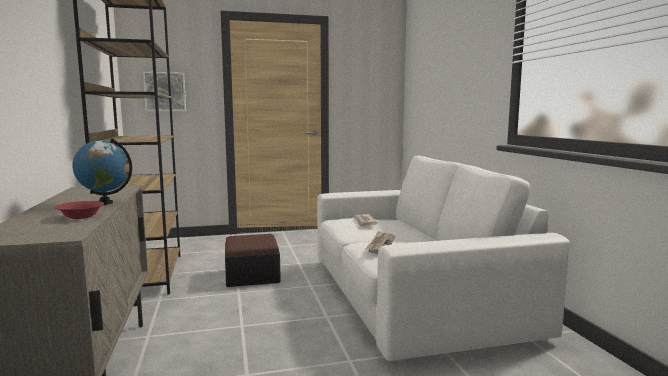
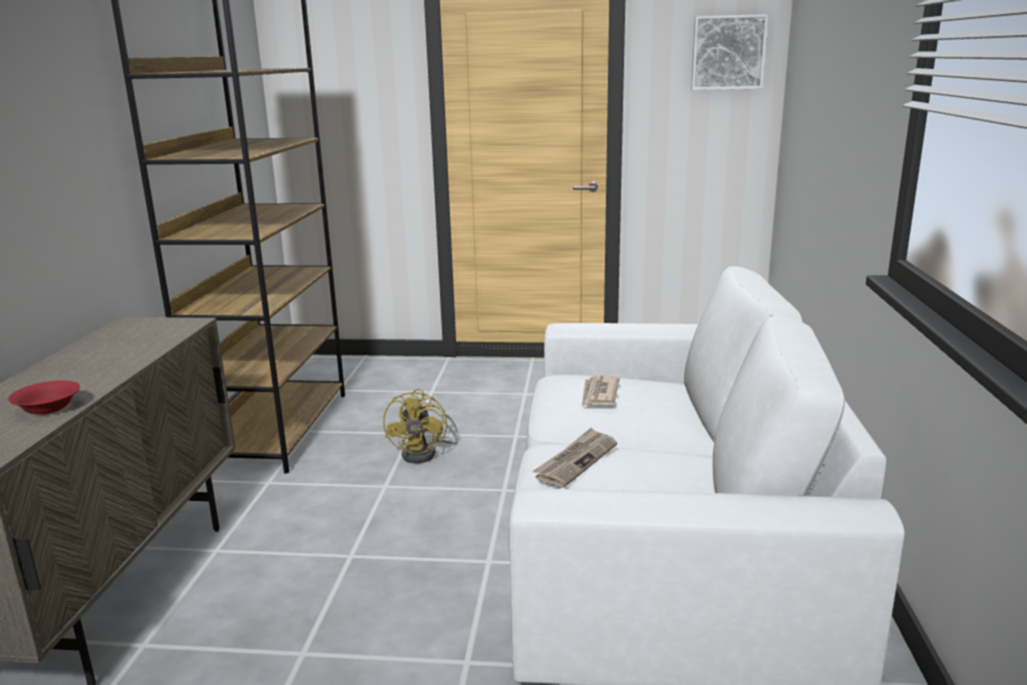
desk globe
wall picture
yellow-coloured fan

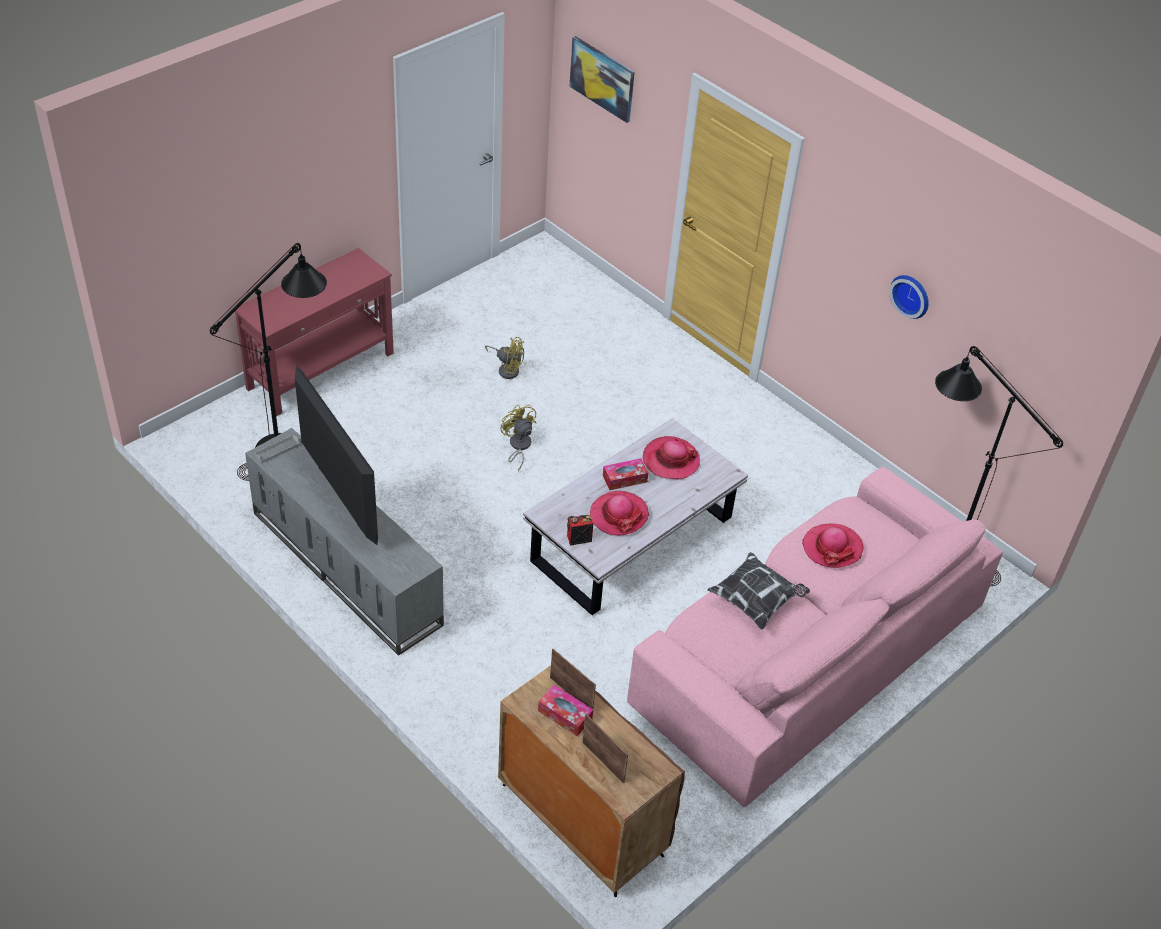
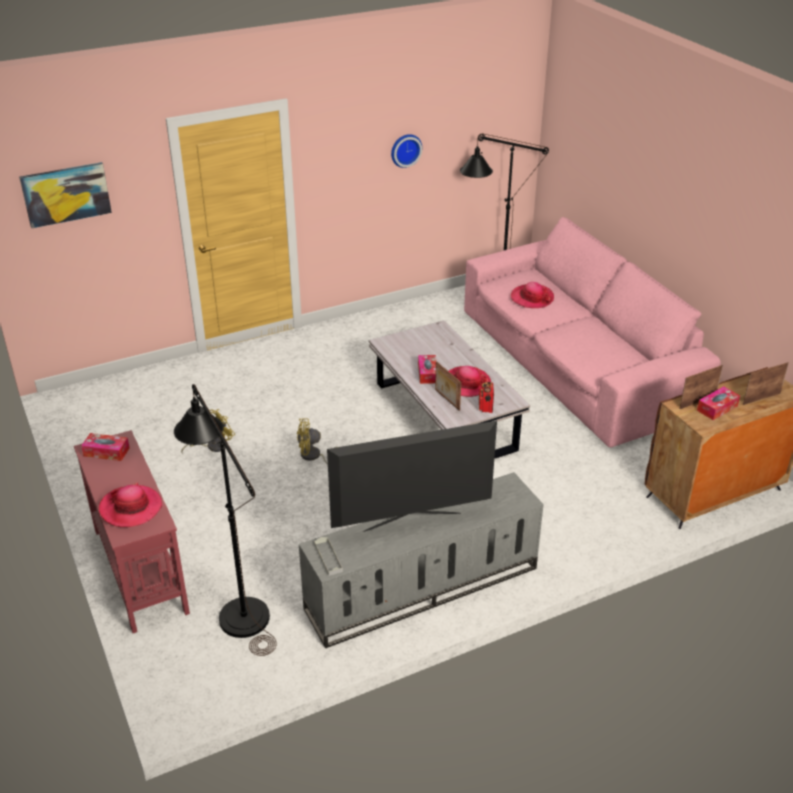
cushion
tissue holder (no. 1 from left)
picture frame (no. 1 from left)
clothing hat (no. 1 from left)

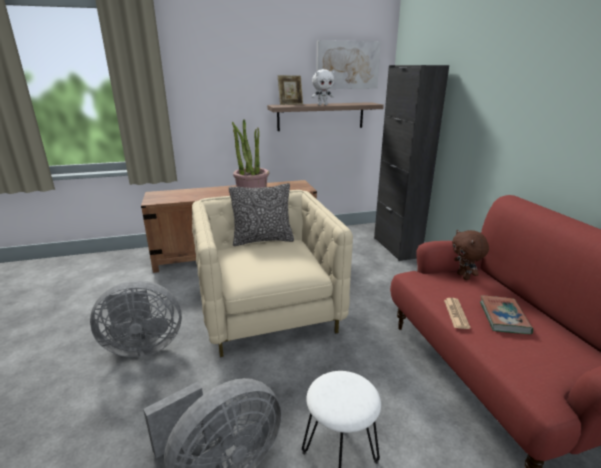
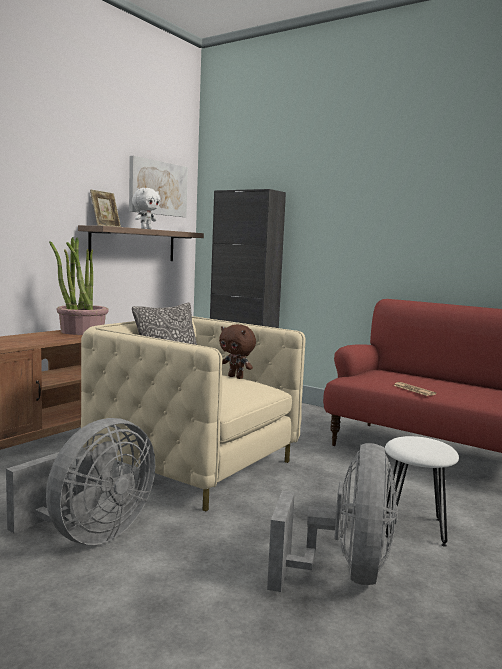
bound book
brownish cuddly toy

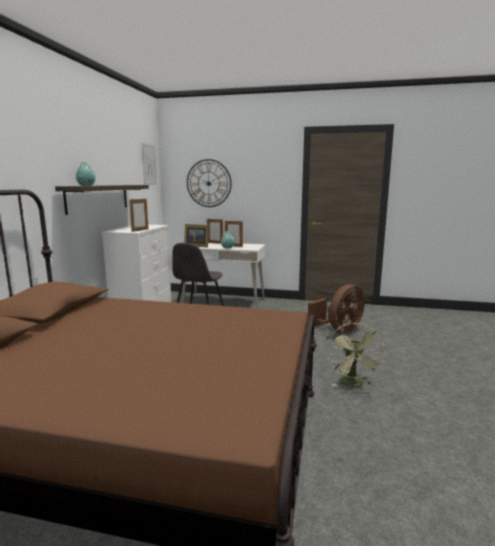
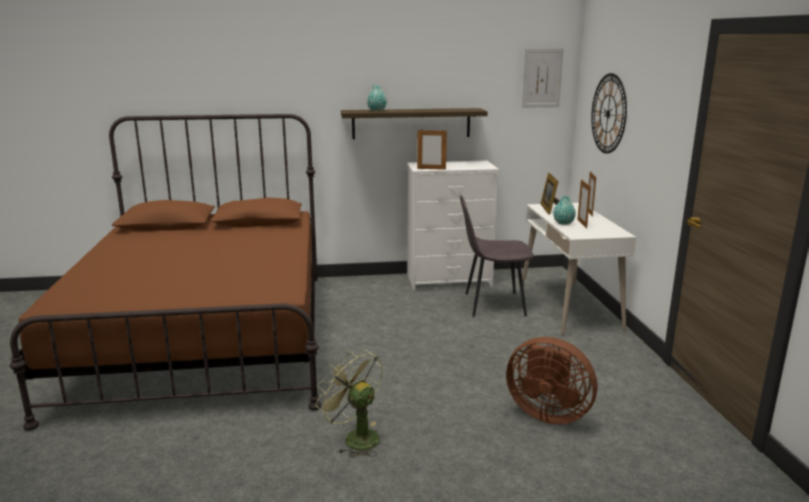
green fan

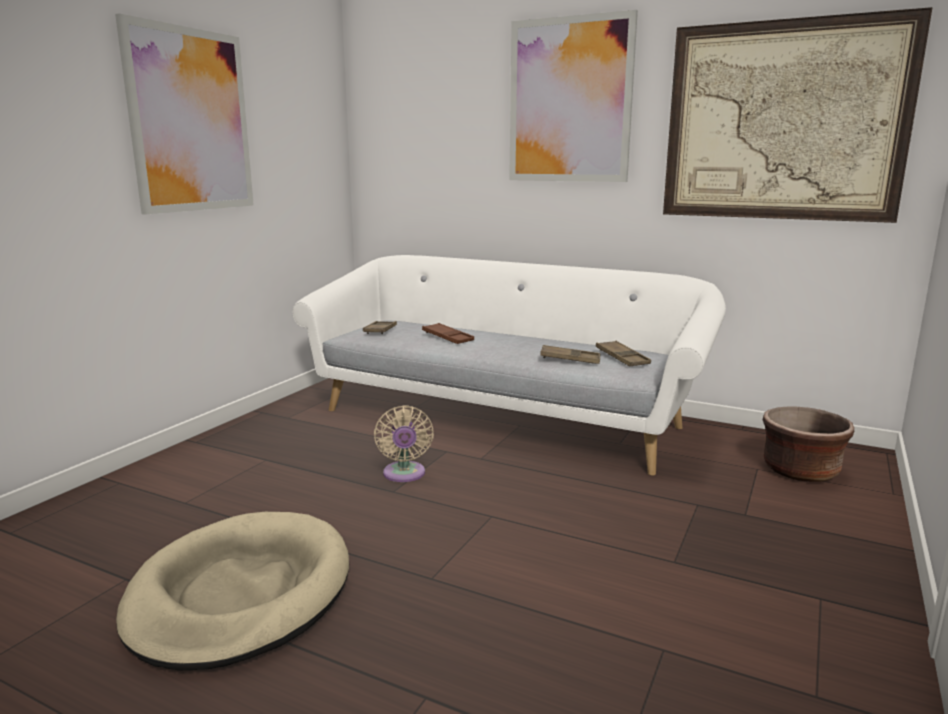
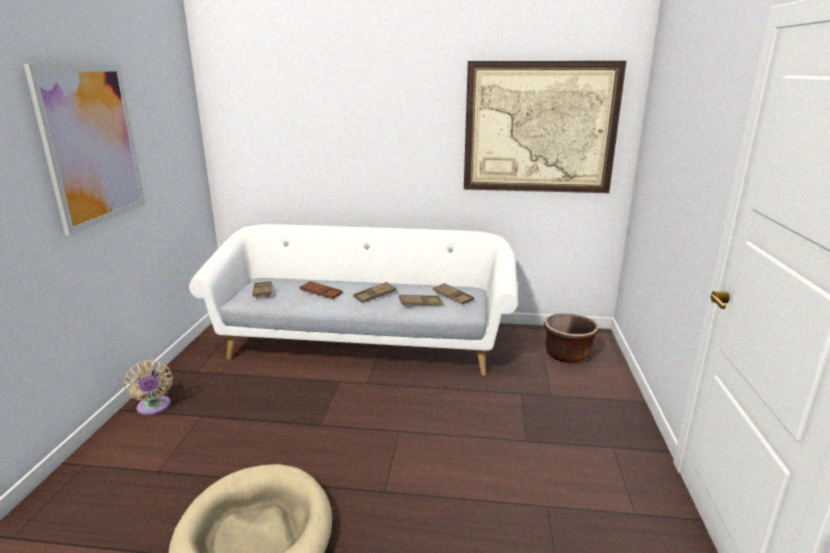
wall picture (no. 2 from left in the first image)
brownish carrying tray (no. 3 from left)
beige-coloured fan

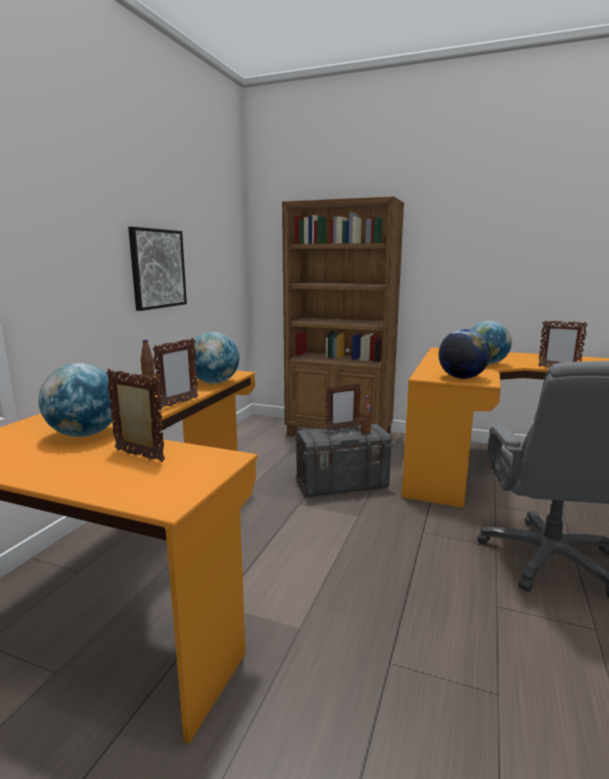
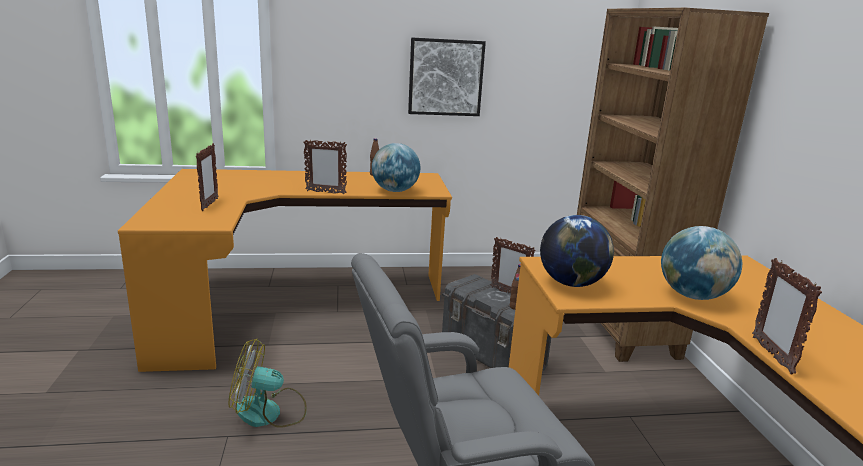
desk globe (no. 1 from left in the first image)
fan

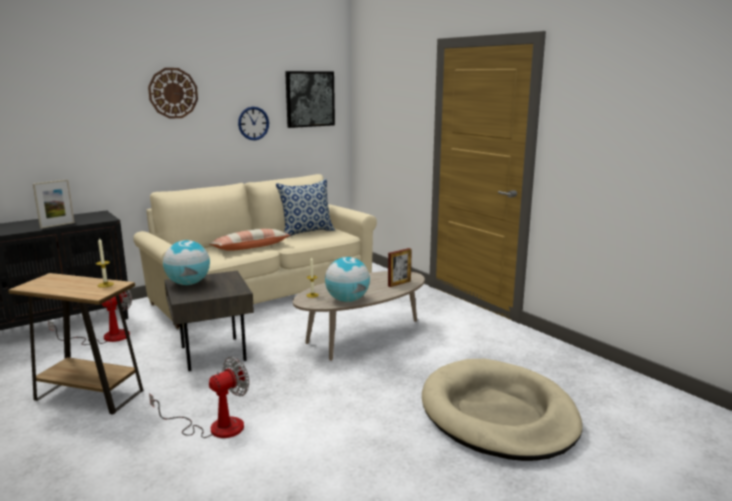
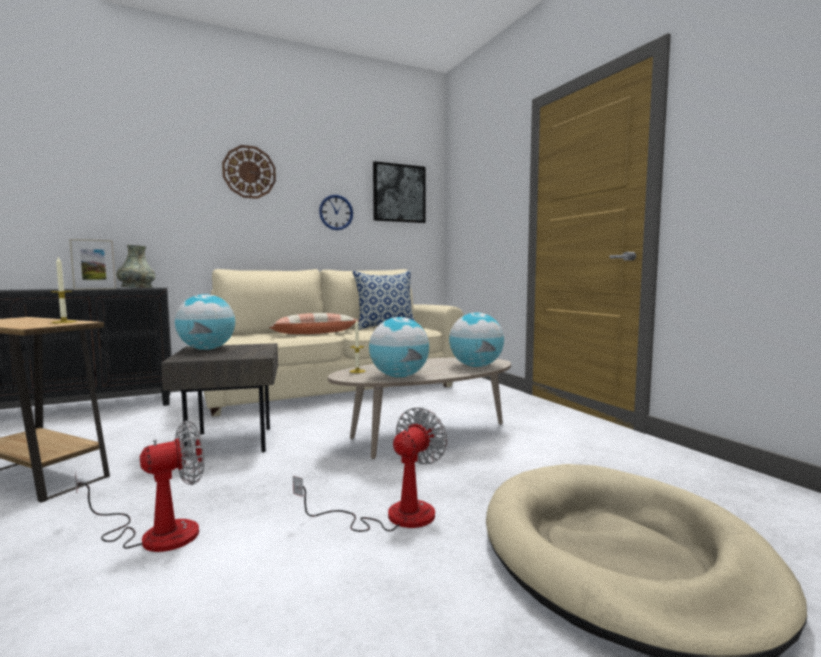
greyish vase
fan (no. 2 from left)
desk globe (no. 3 from left)

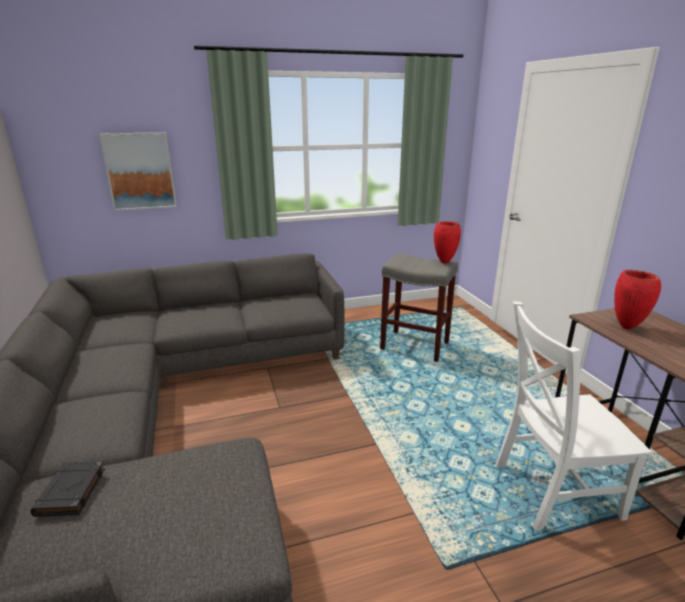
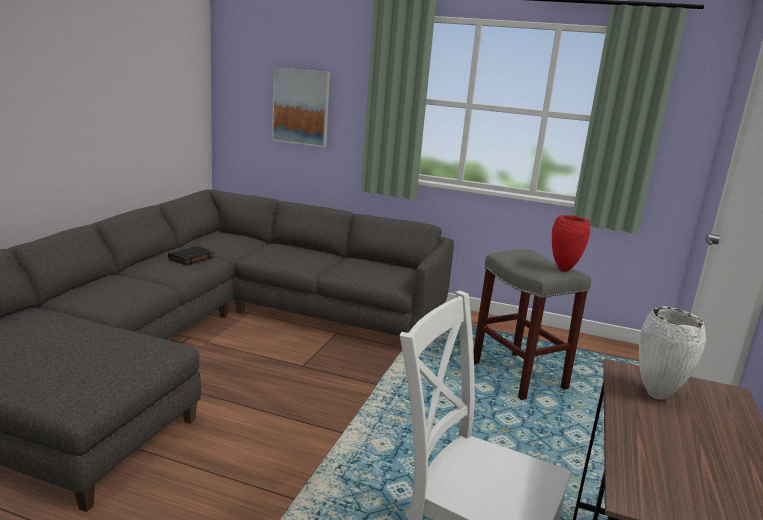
blackish bound book
white-coloured vase

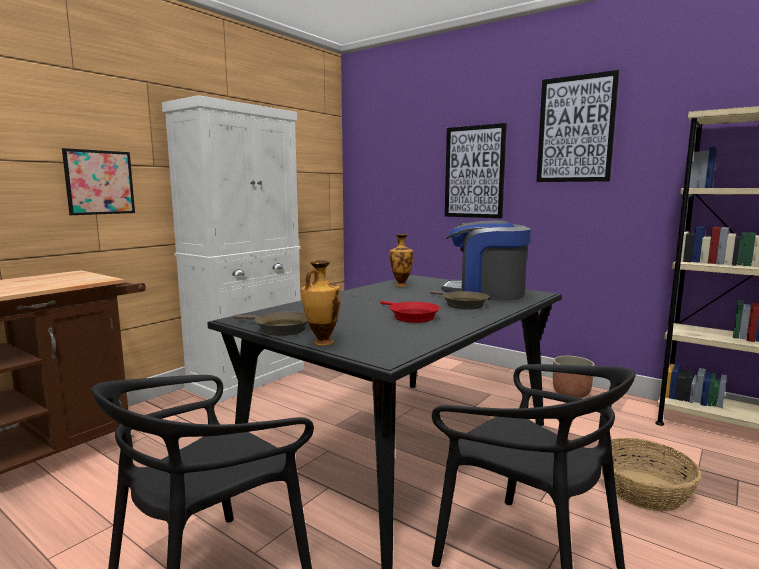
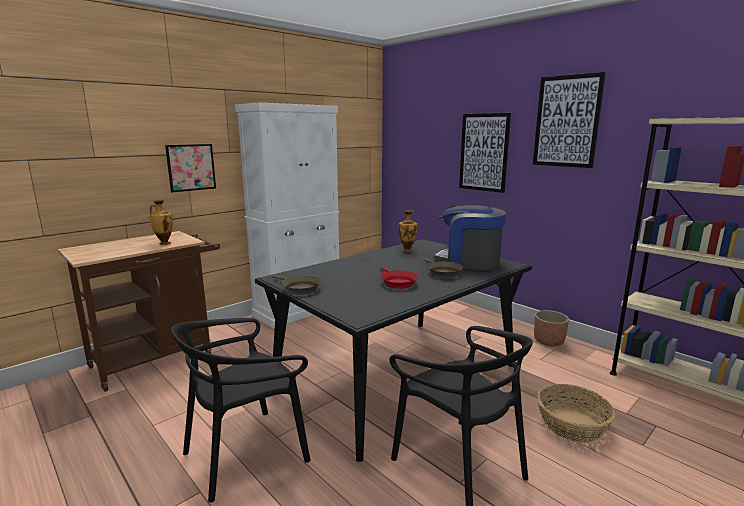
vase (no. 1 from left)

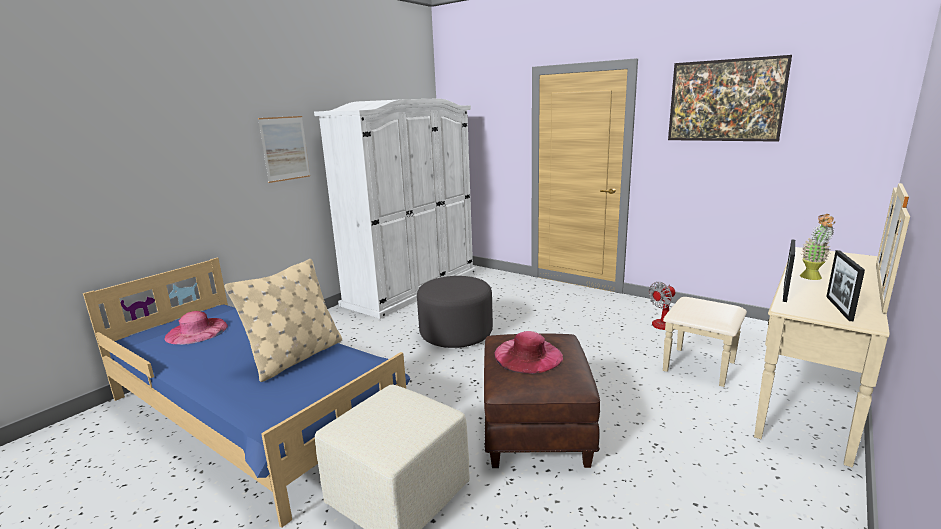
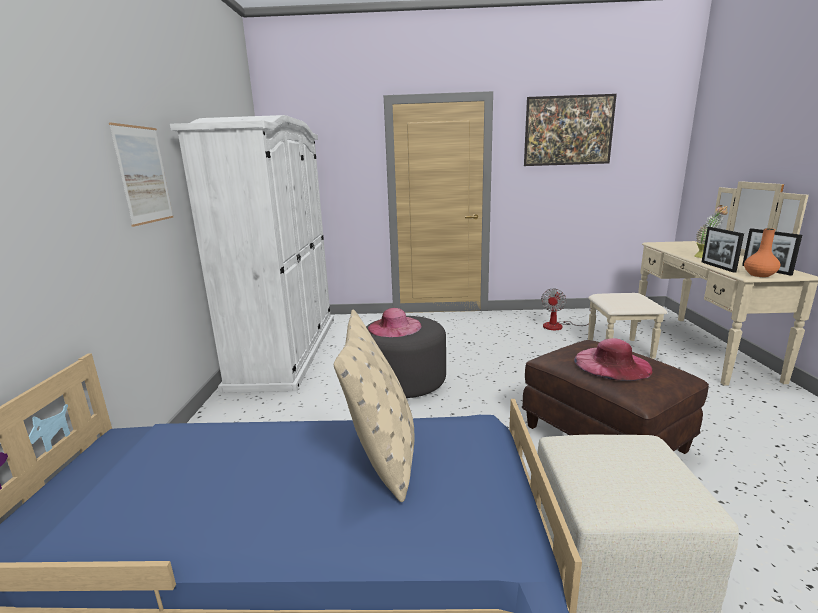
orange-coloured vase
pink clothing hat (no. 1 from left)

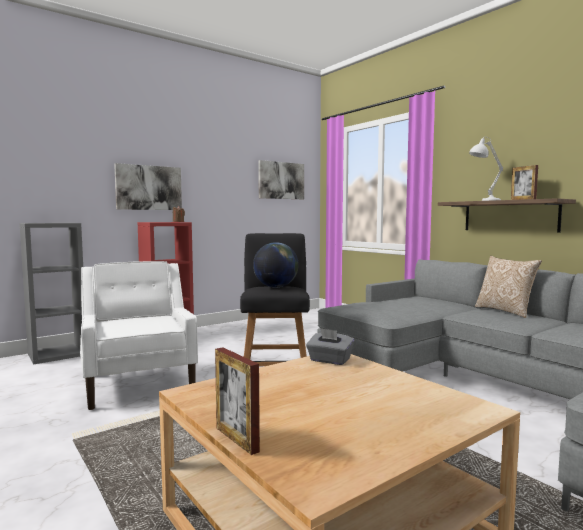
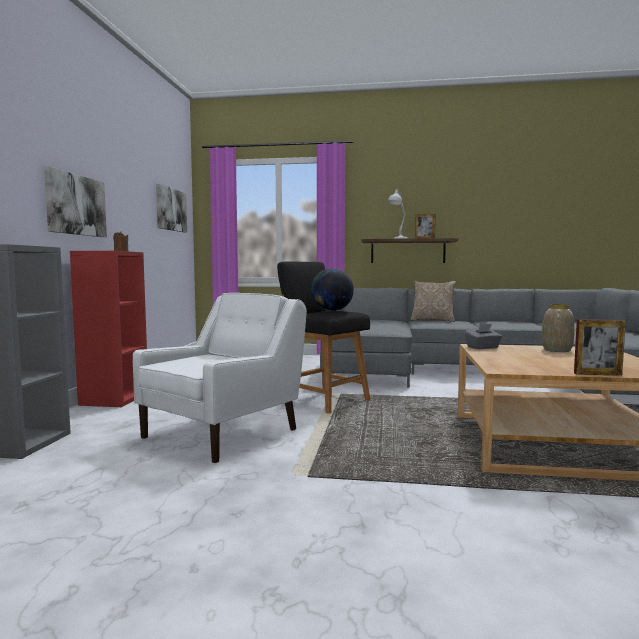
vase
white-coloured armchair

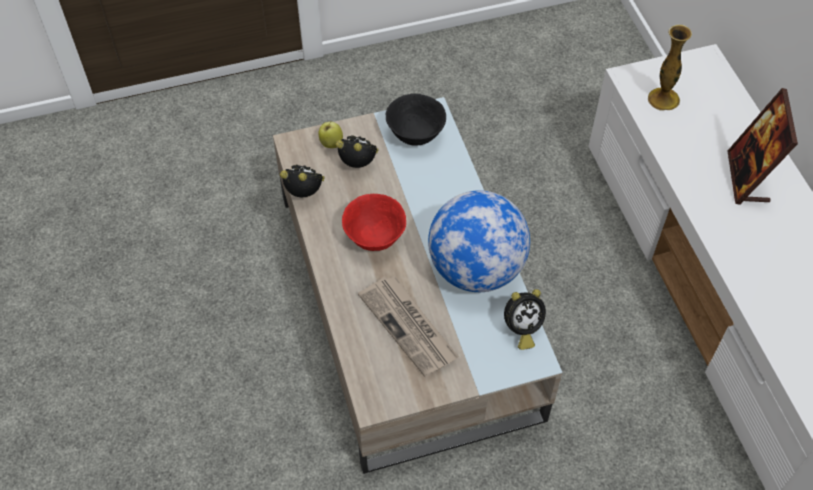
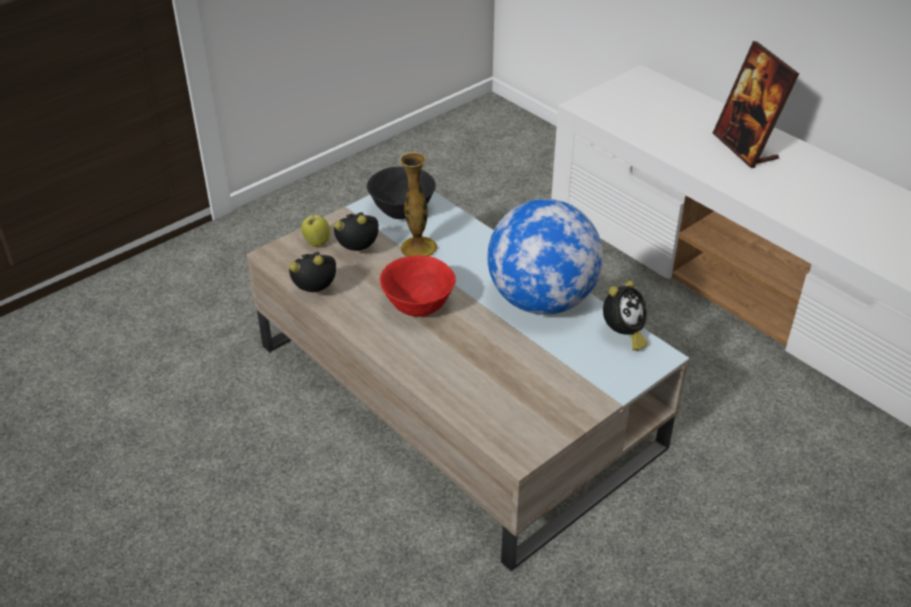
printed paper
vase

